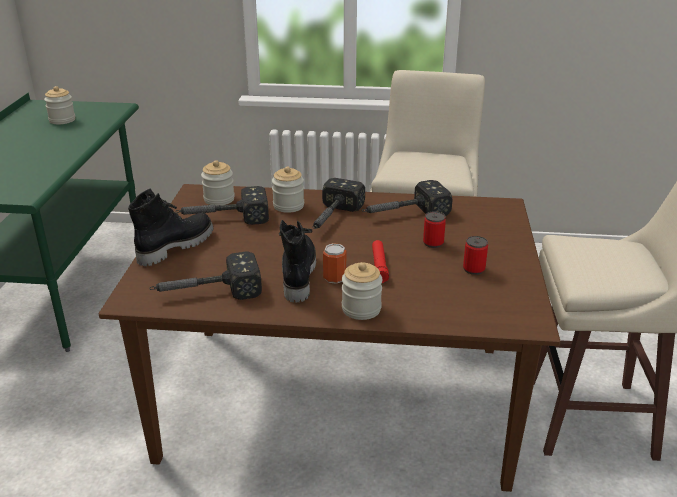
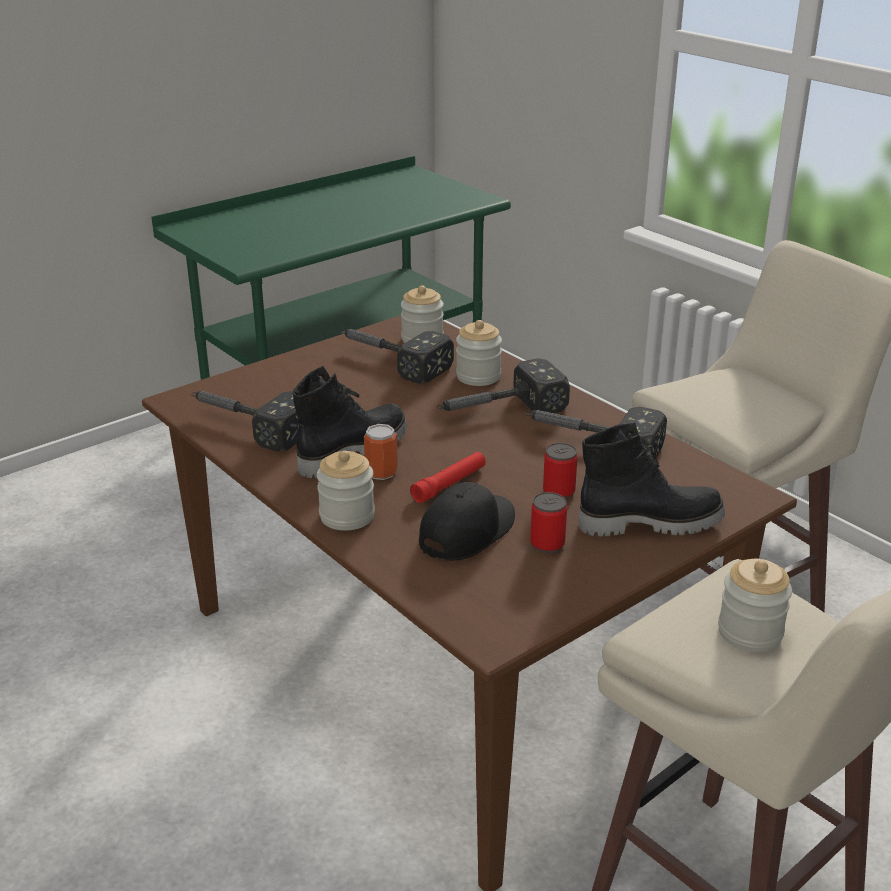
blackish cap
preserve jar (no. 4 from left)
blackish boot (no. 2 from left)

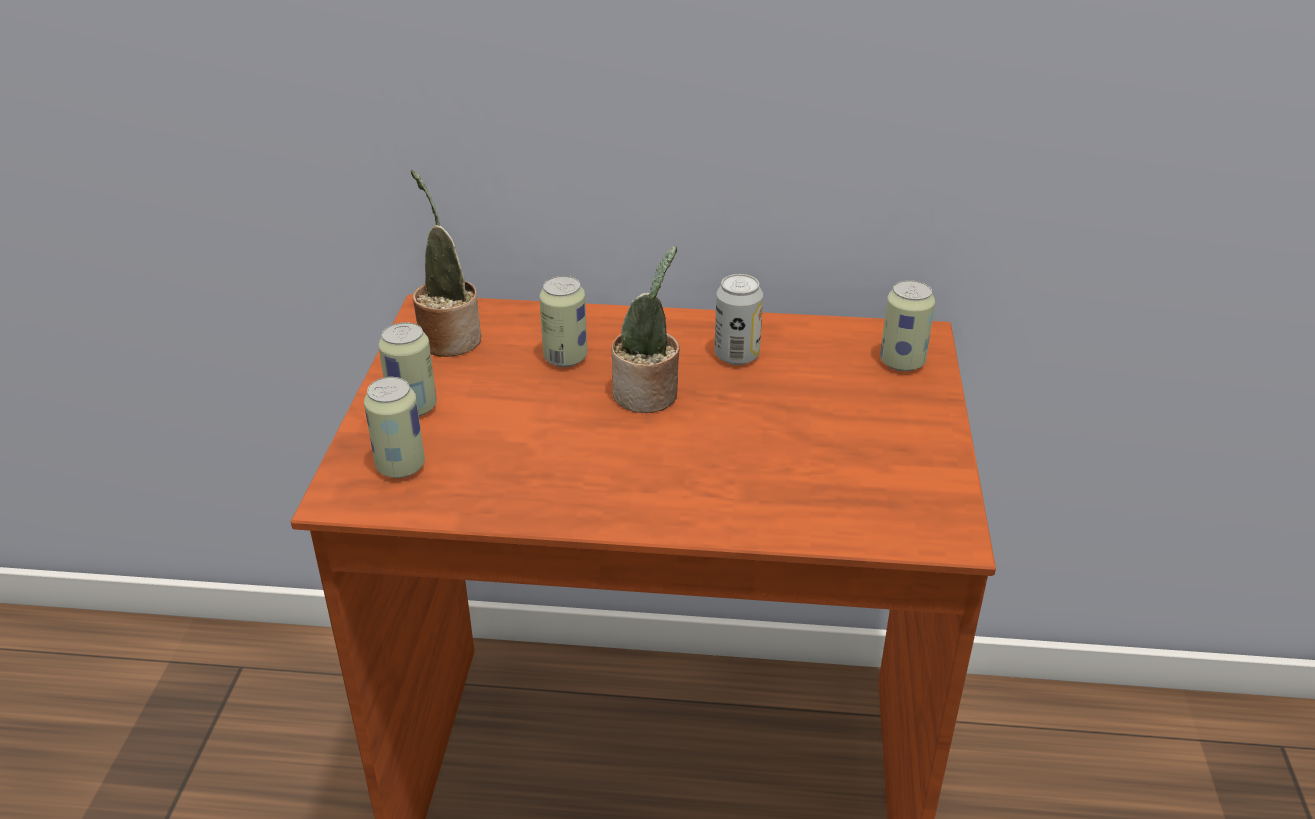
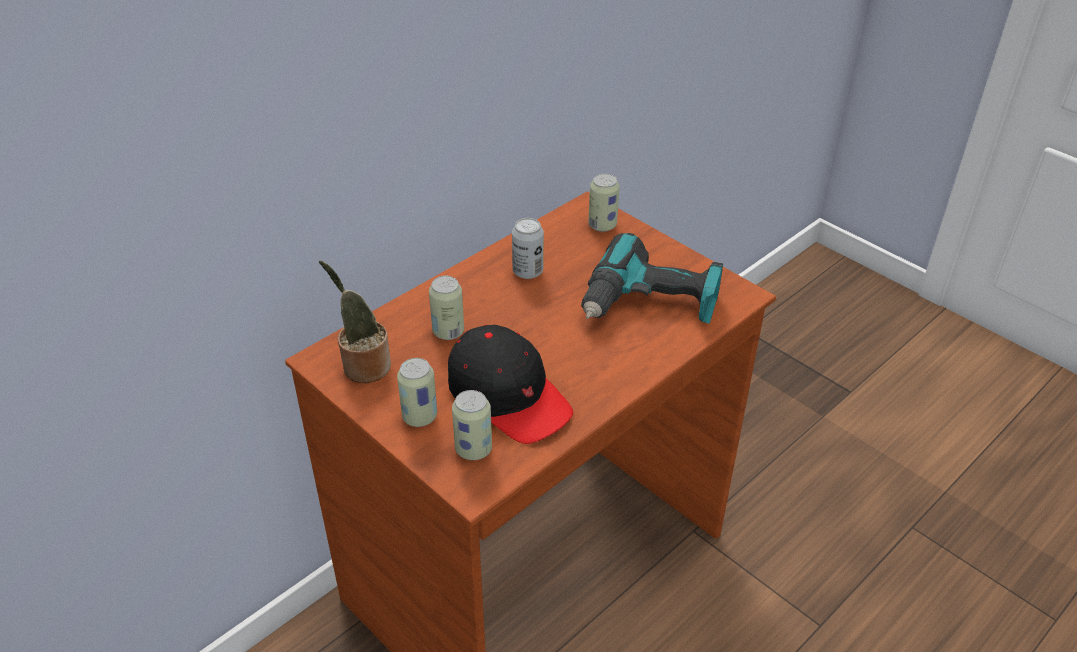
houseplant (no. 2 from left in the first image)
blackish cap
electric drill

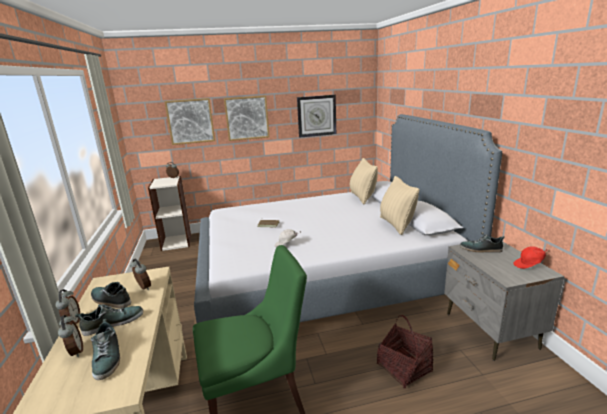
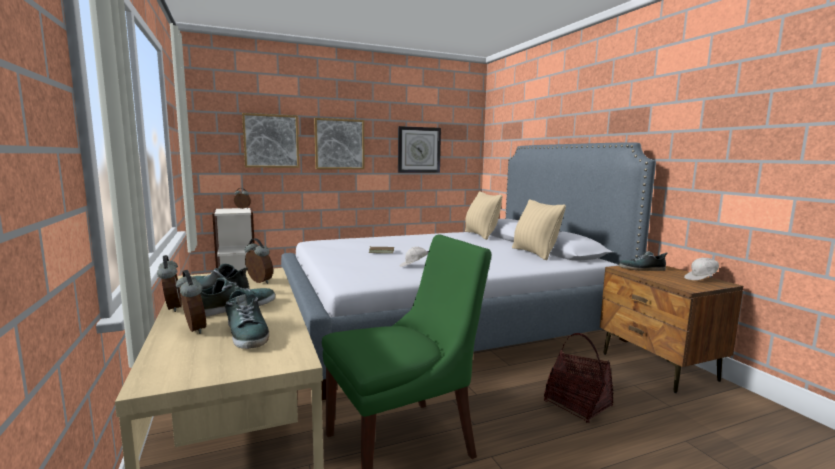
brownish bedside table
white-coloured cap (no. 2 from left)

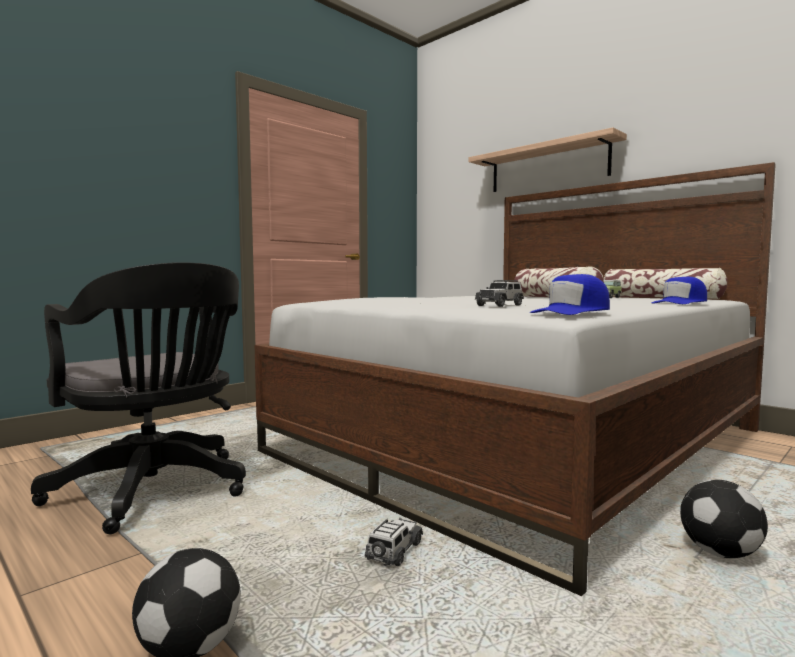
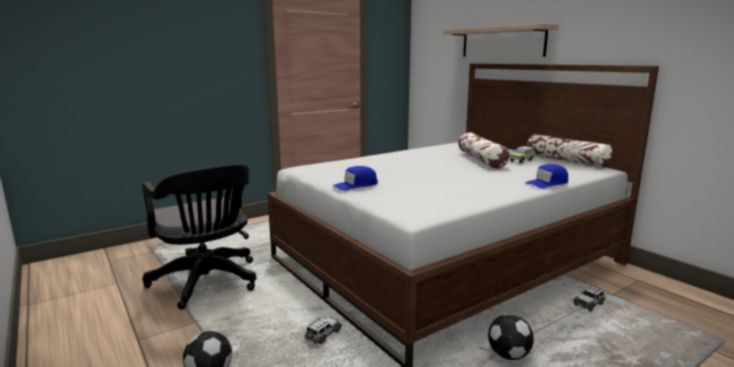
model car (no. 3 from left)
blue cap (no. 1 from left)

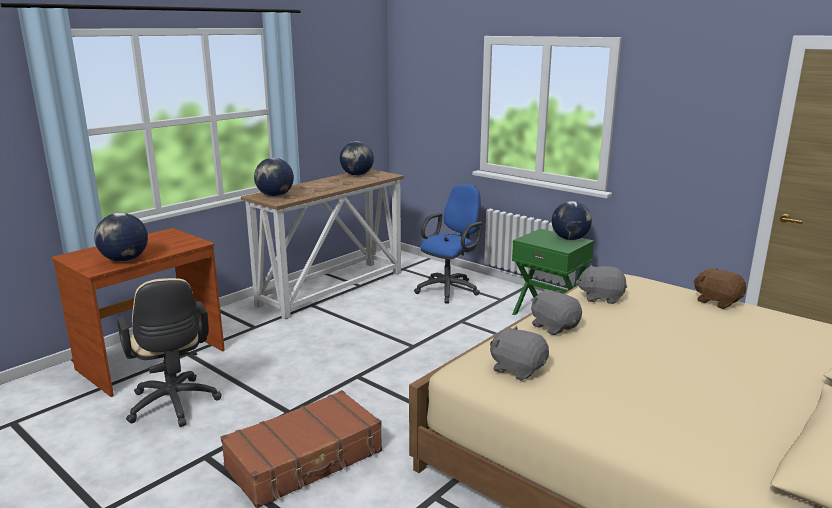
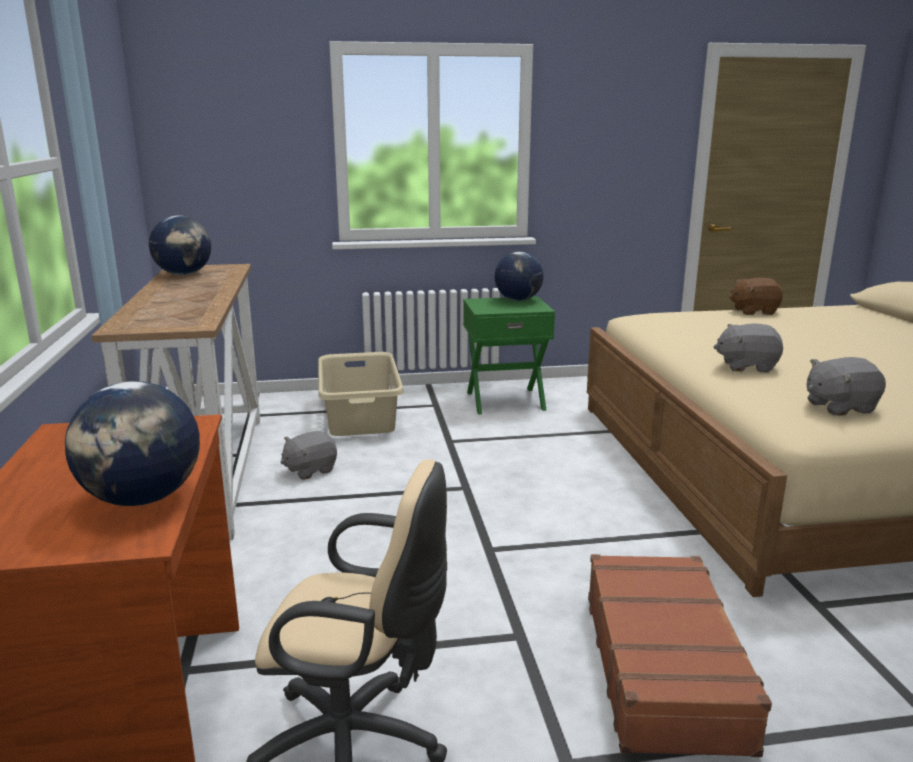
desk globe (no. 2 from left in the first image)
greyish cuddly toy (no. 1 from left)
beige-coloured hamper

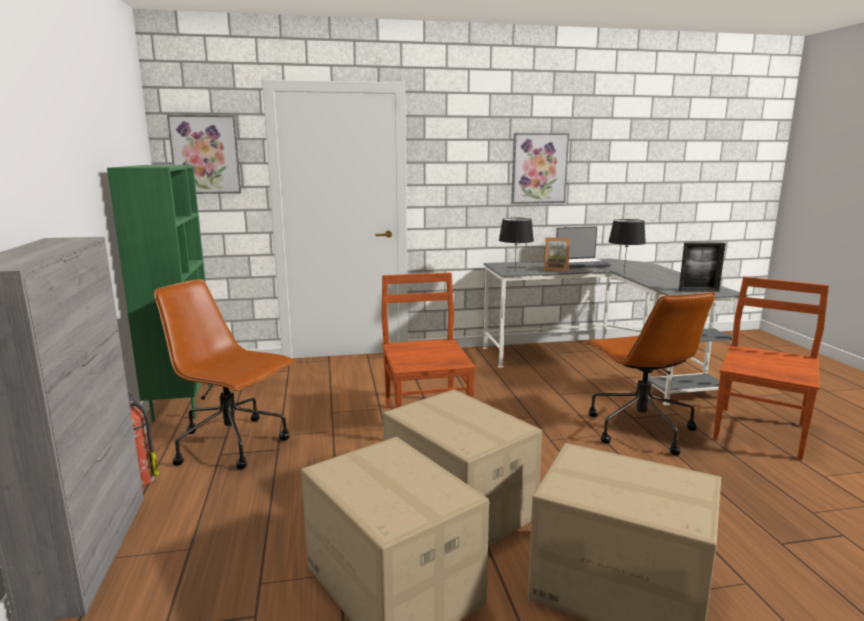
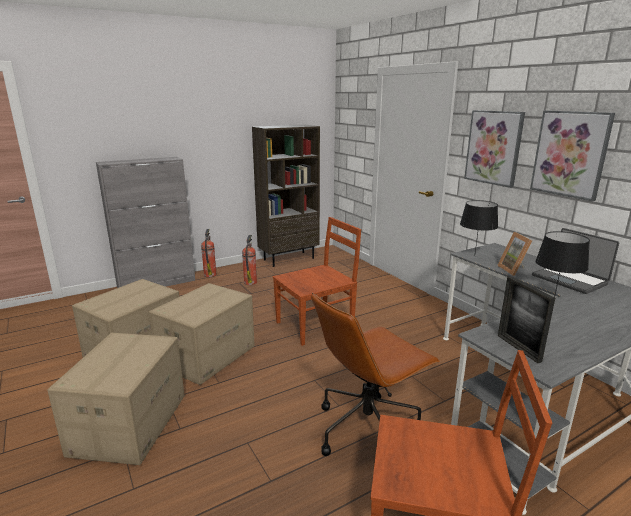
wall picture (no. 1 from left)
fire extinguisher (no. 2 from left)
brownish bookcase

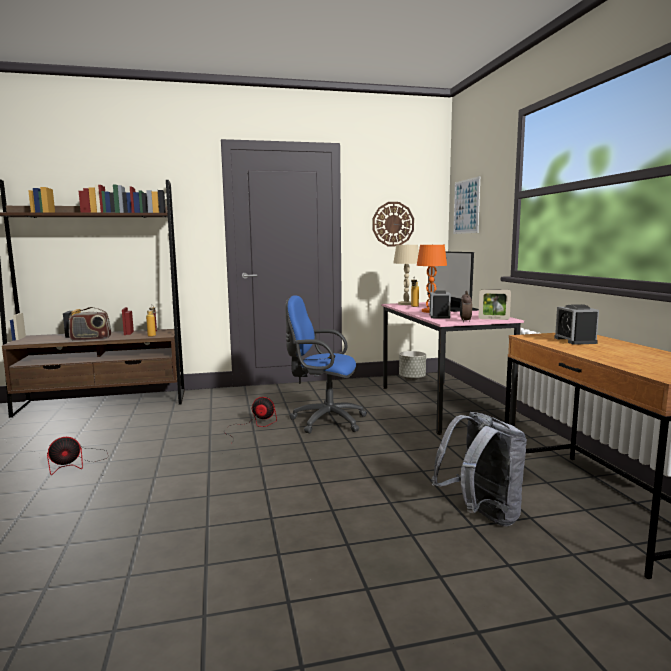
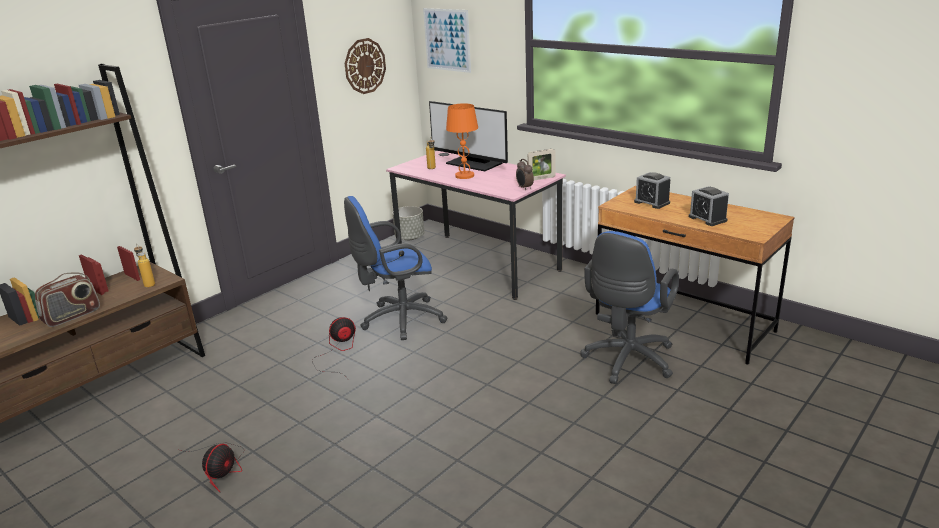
beige-coloured lamp for a table
bedside clock (no. 3 from left)
blue computer chair (no. 2 from left)

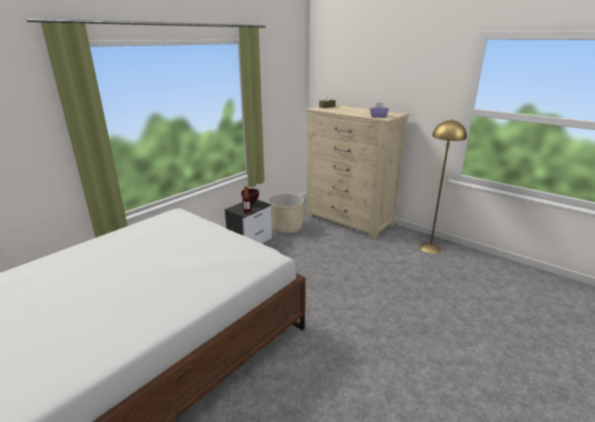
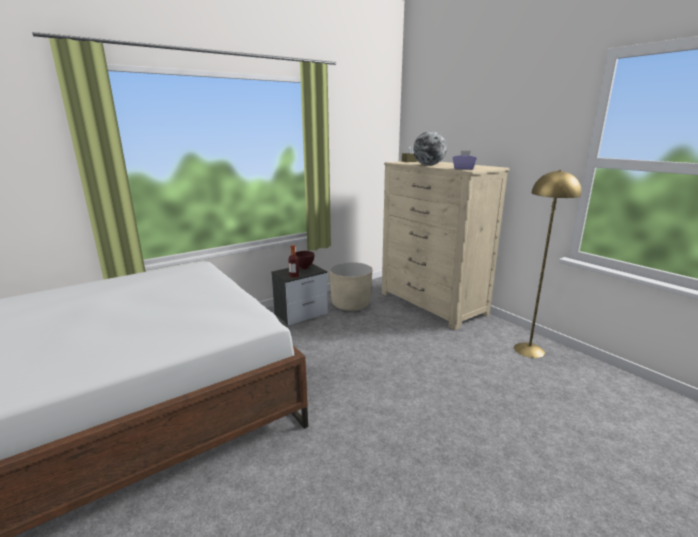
desk globe

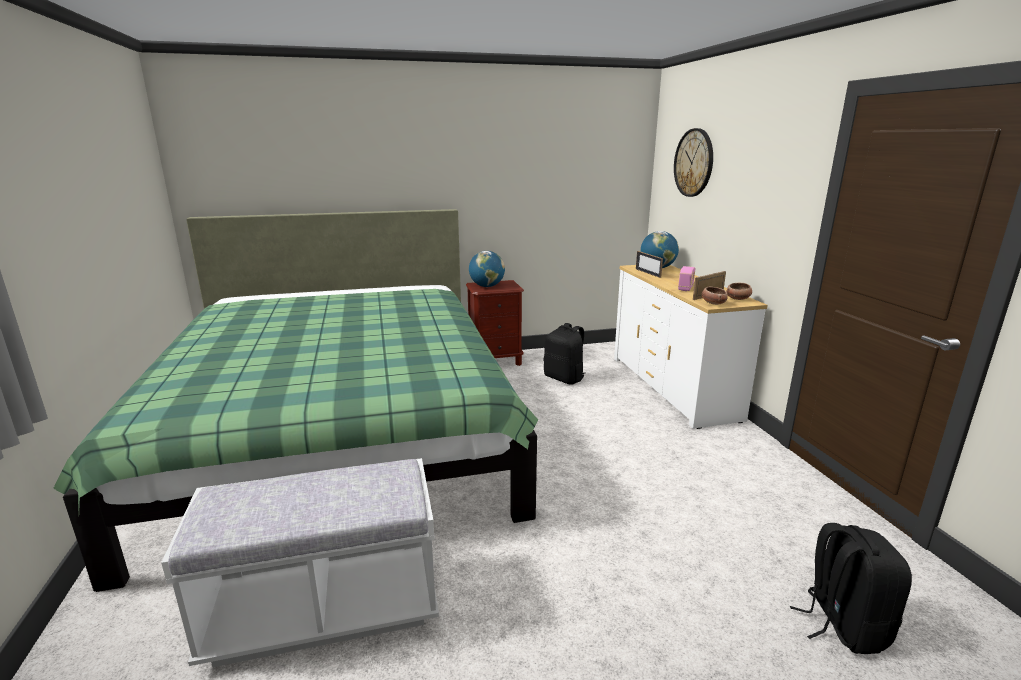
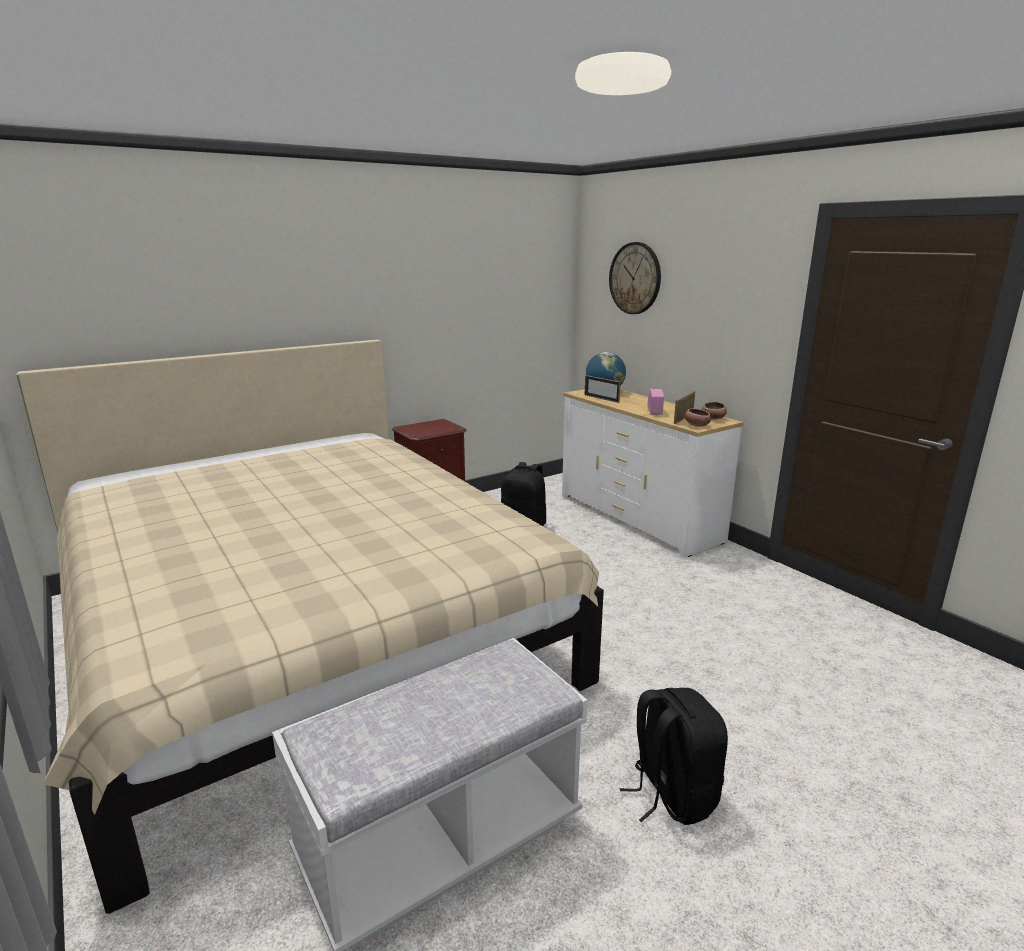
desk globe (no. 1 from left in the first image)
blackish backpack (no. 2 from left)
beige-coloured sleeping bed

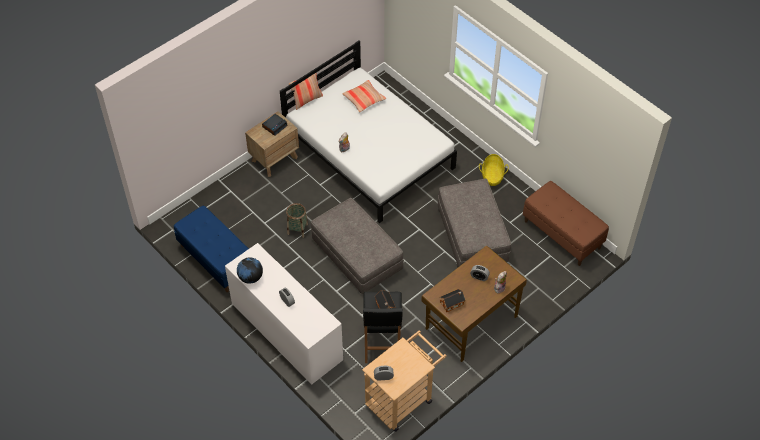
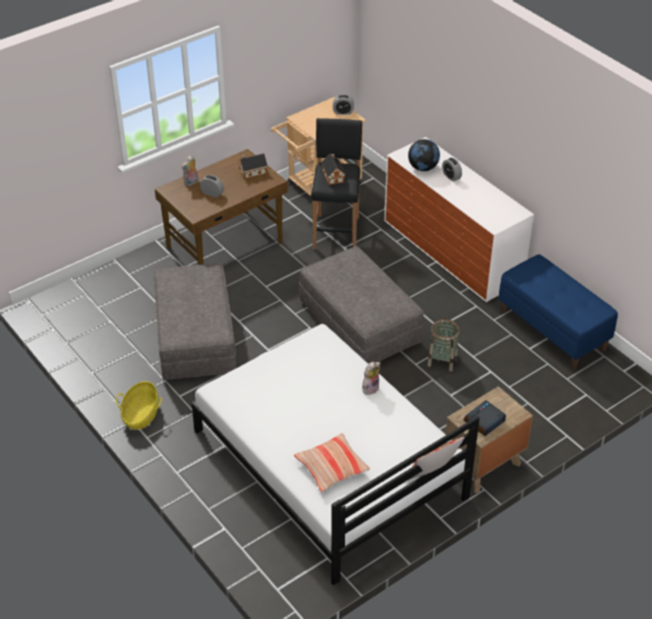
brownish indoor bench
desk globe

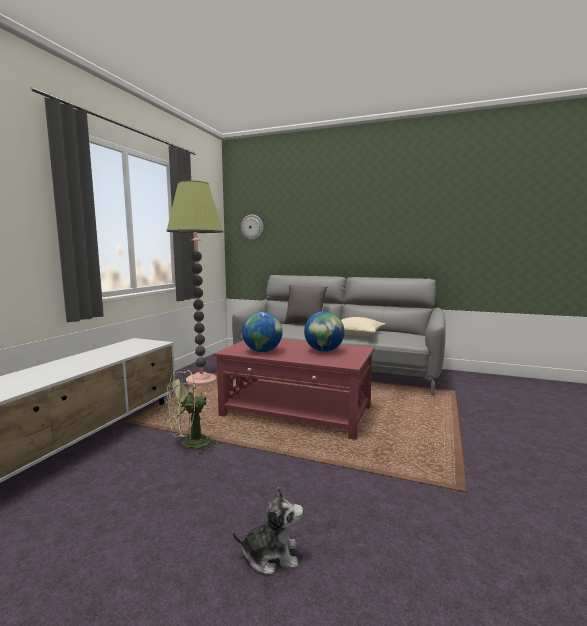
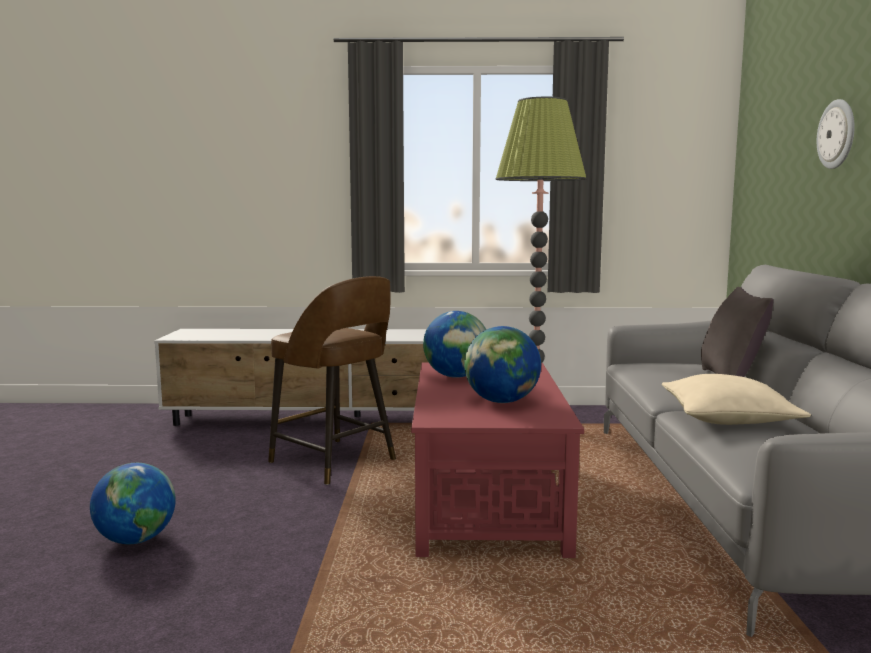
clock on the wall
brownish sitting stool
desk globe (no. 1 from left)

